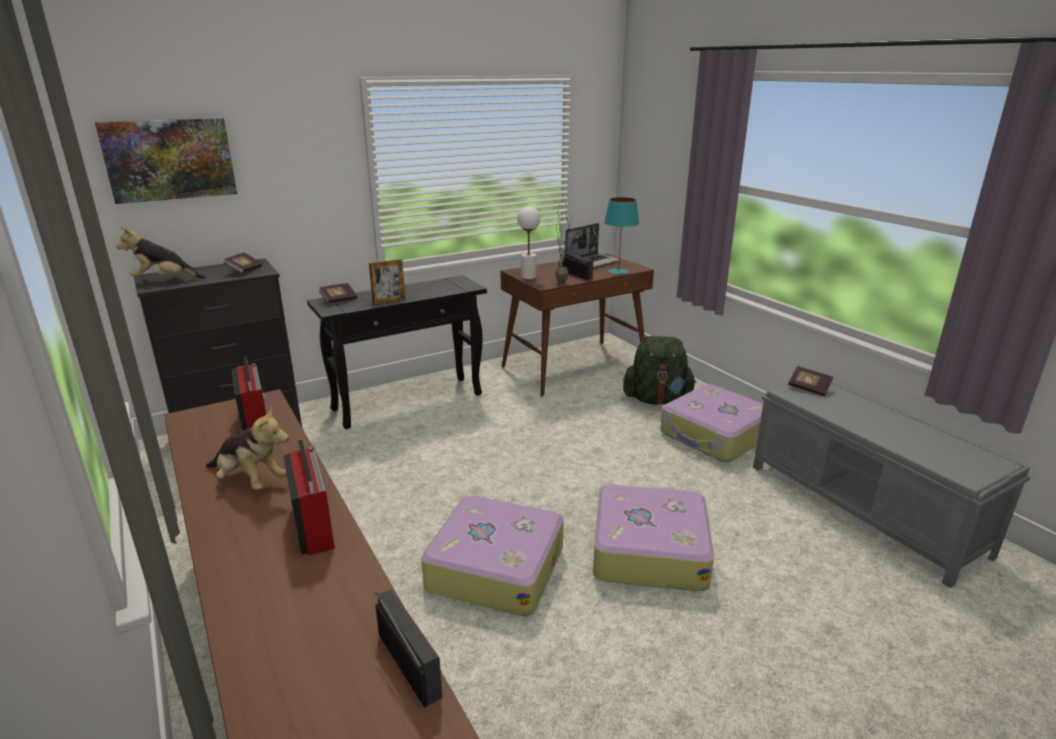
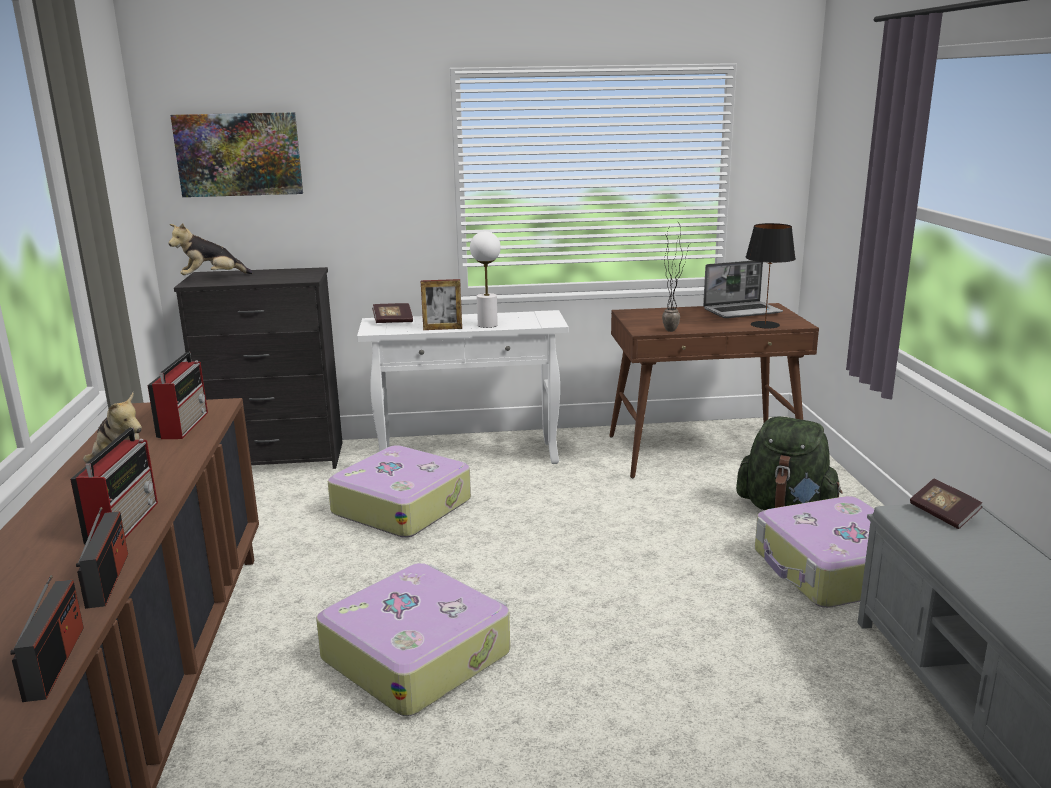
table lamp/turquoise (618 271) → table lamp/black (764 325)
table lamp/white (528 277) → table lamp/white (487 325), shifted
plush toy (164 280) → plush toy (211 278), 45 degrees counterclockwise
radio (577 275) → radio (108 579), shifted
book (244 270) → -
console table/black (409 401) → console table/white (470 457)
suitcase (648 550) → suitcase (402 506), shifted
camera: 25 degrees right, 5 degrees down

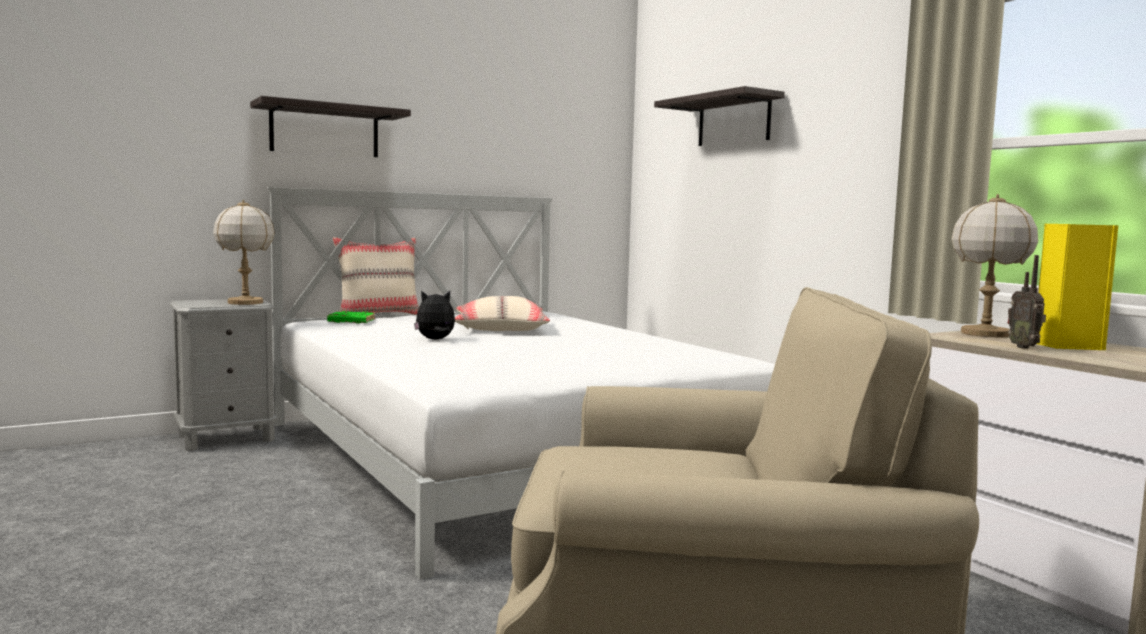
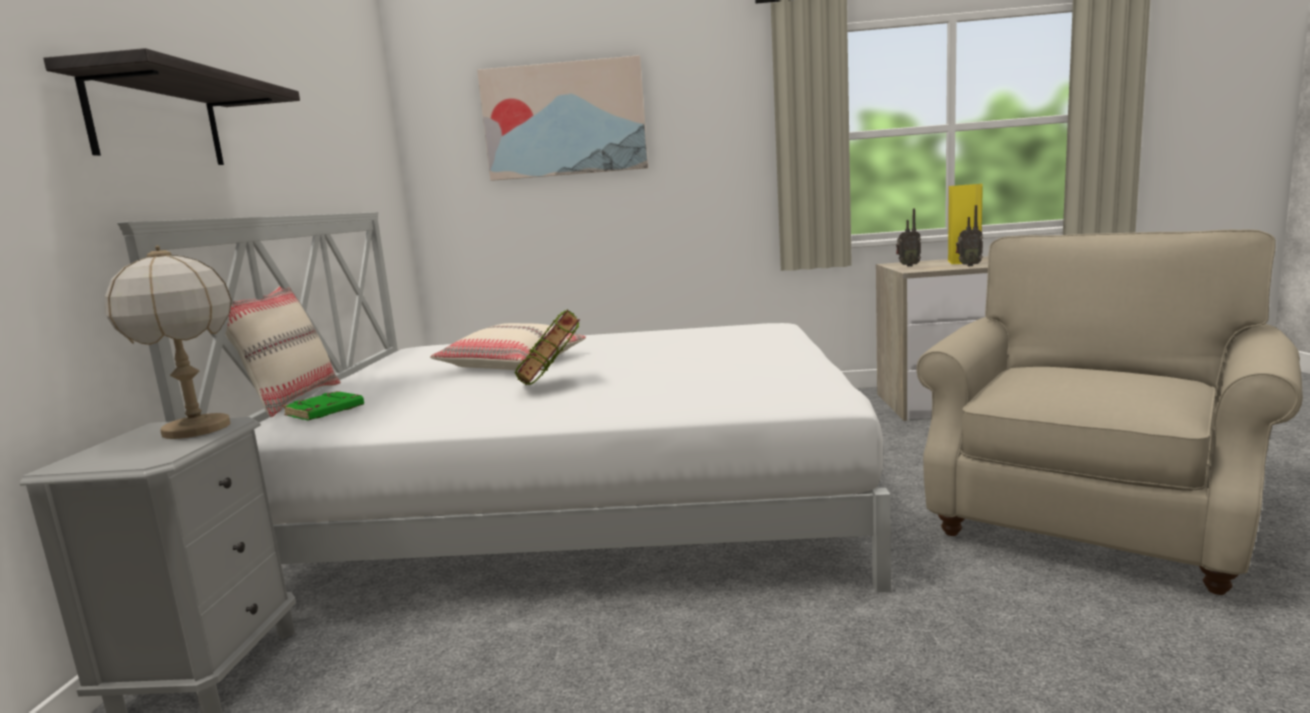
shelf (734 121) → picture (564 120)
table lamp (986 334) → radio (907 266)
plush toy (435 340) → book (551 385)
camera: 55 degrees left, 5 degrees up

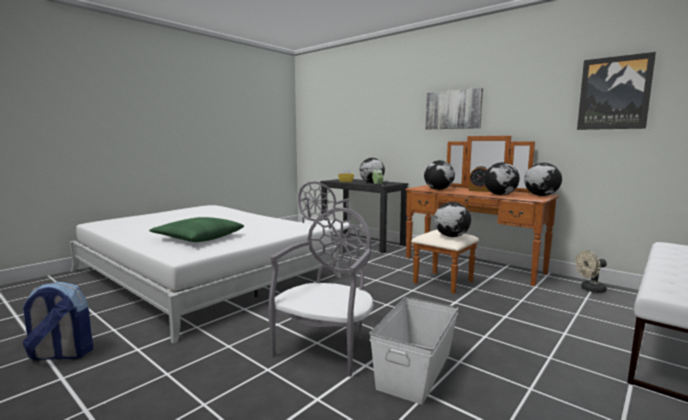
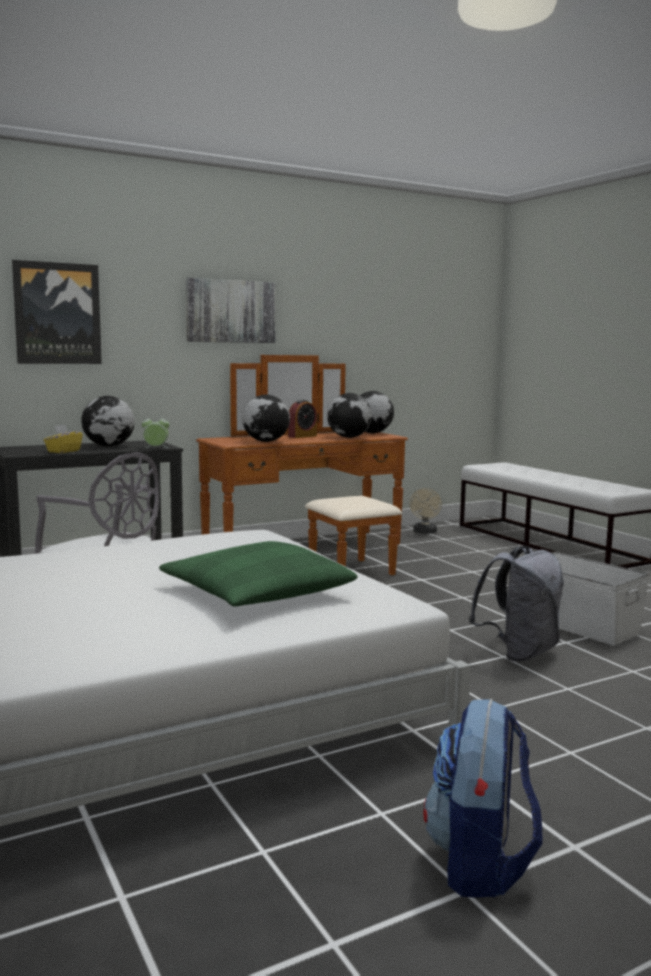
picture (614 93) → picture (57 313), shifted
globe (451 236) → -
chair/grey (326 347) → backpack/grey (519 653)
camera: 70 degrees left, 0 degrees up

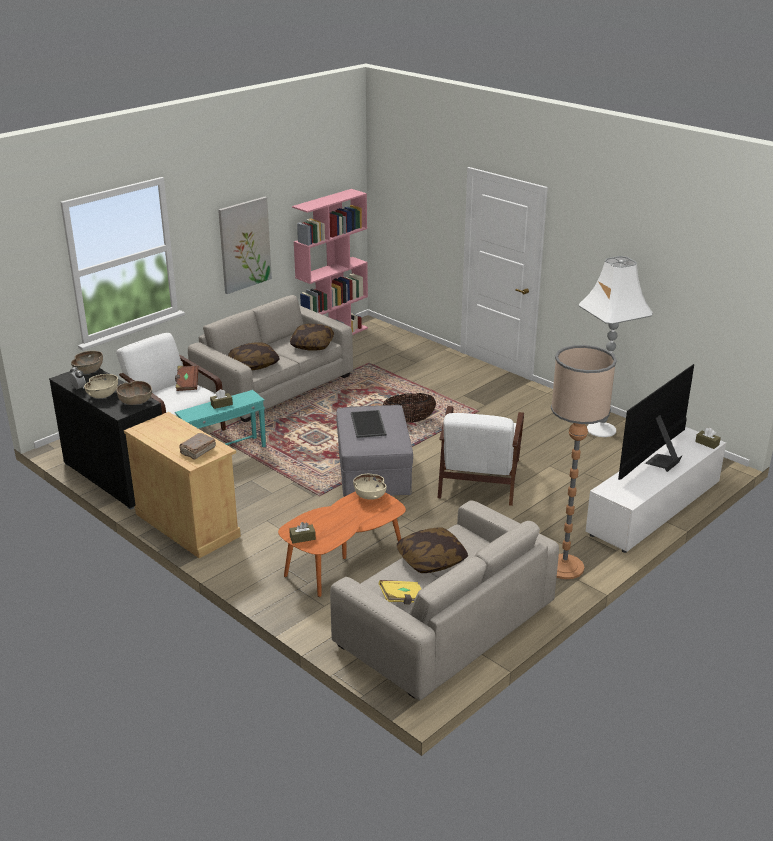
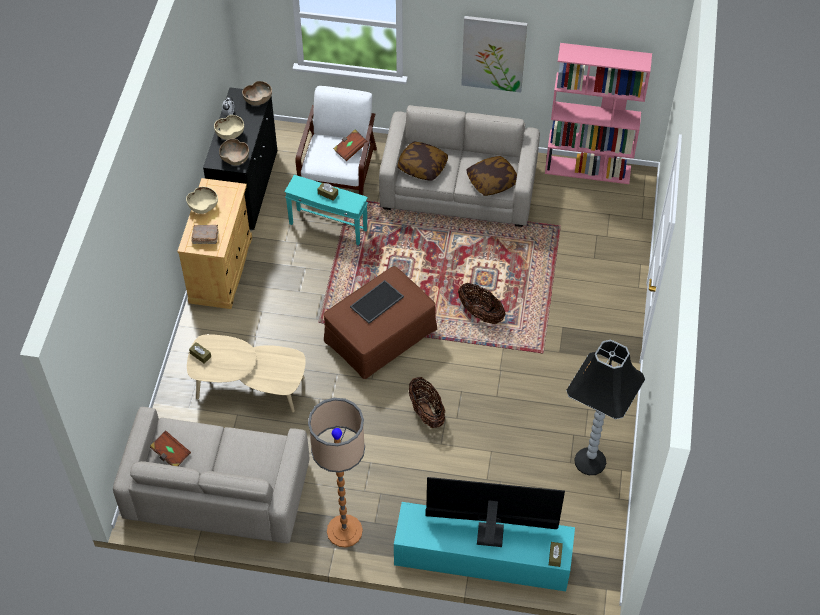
floor lamp/white (601 430) → floor lamp/black (589 461)
ottoman/grey (373 472) → ottoman/brown (379 336)
armchair/white (478 479) → basket (426 412)
tv stand/white (654 509) → tv stand/turquoise (481 559)
bowl/beige (369 496) → bowl/beige (203 206), shifted
coffee table/orange (344 559) → coffee table/beige (249 387)
pillow (431 560) → -
book/yellow (403 599) → book/brown (170 454)
camera: 55 degrees right, 25 degrees up

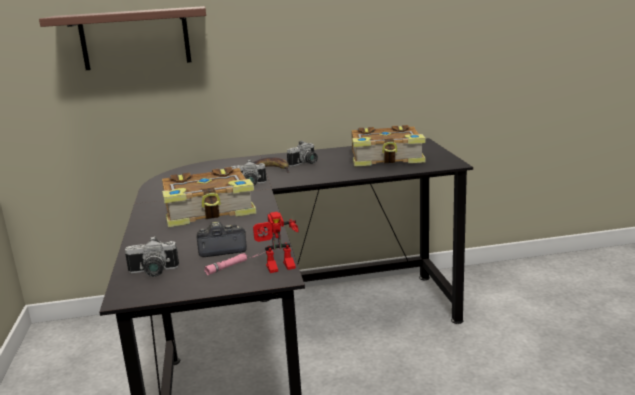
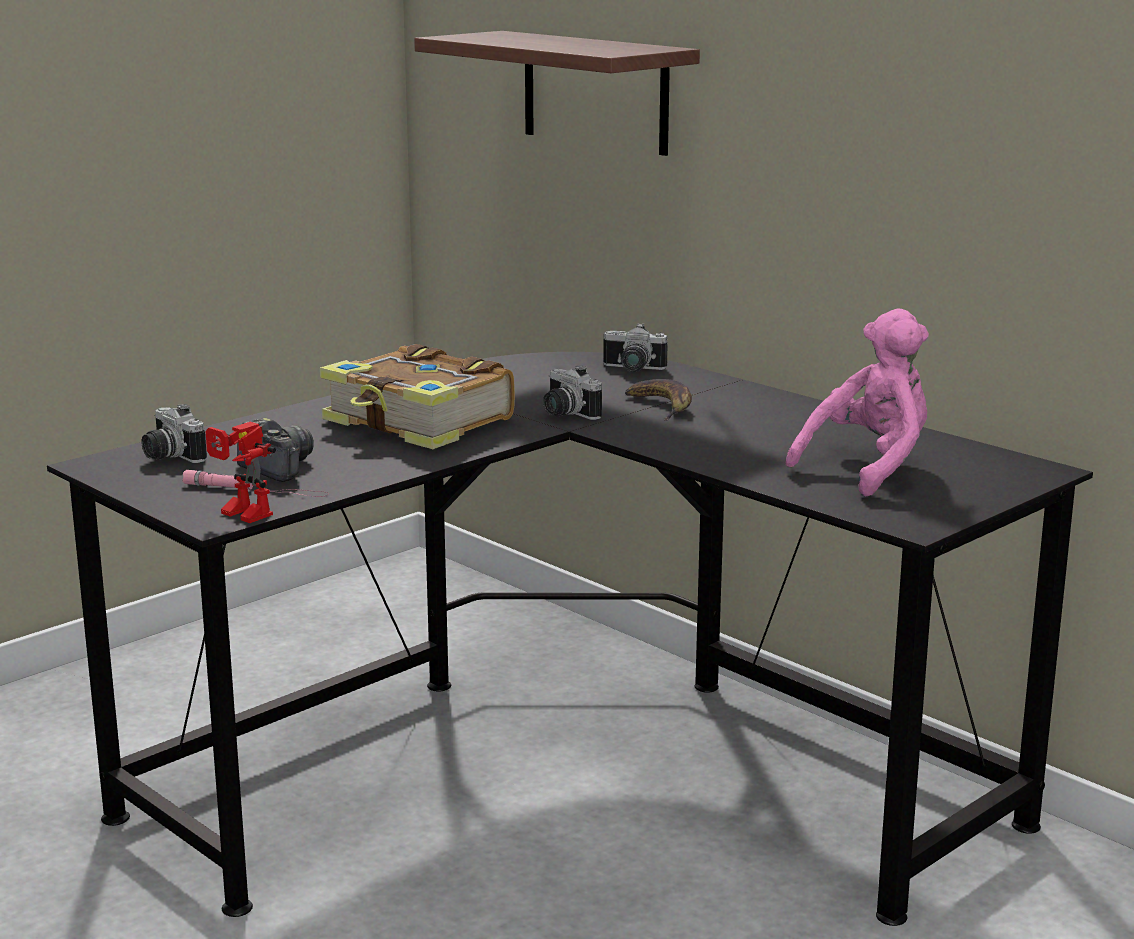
book (387 158) → plush toy/pink (869 467)
photo camera (305 163) → photo camera (632 369), shifted
camera: 55 degrees right, 0 degrees up

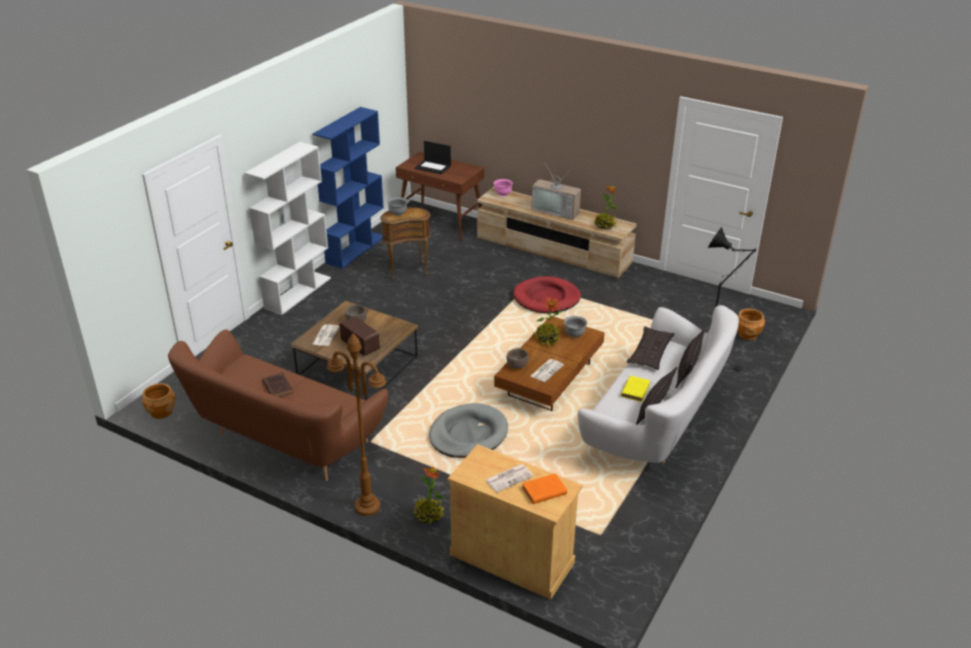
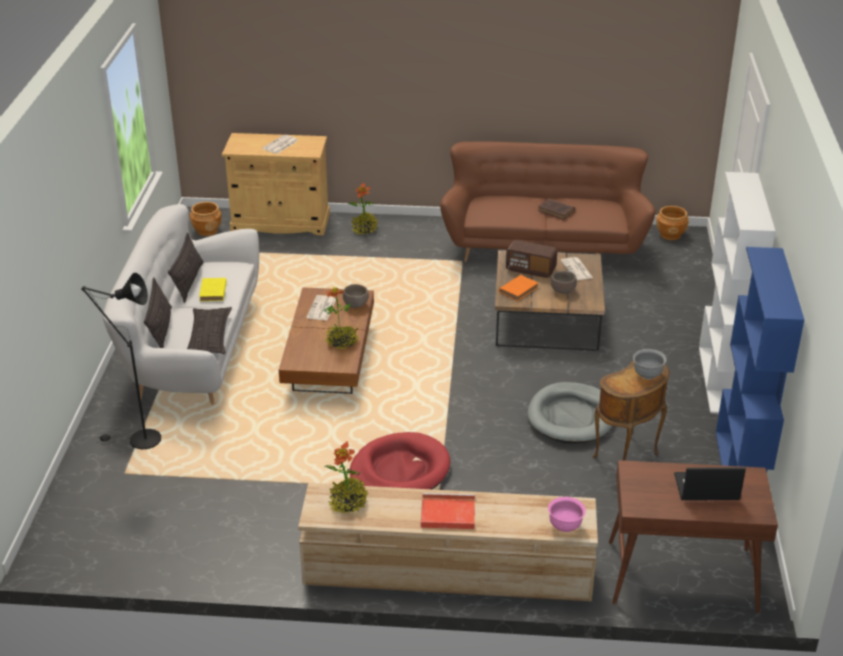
television (557 210) → tray/red (446 513)
planter/brown (748 334) → planter/brown (207 230), shifted
bowl/grey (574 334) → -
floor lamp/brown (367 506) → -
dog bed/grey (468 434) → dog bed/grey (571 417), shifted
book/orange (543 491) → book/orange (519 289), shifted
camera: 155 degrees right, 0 degrees up

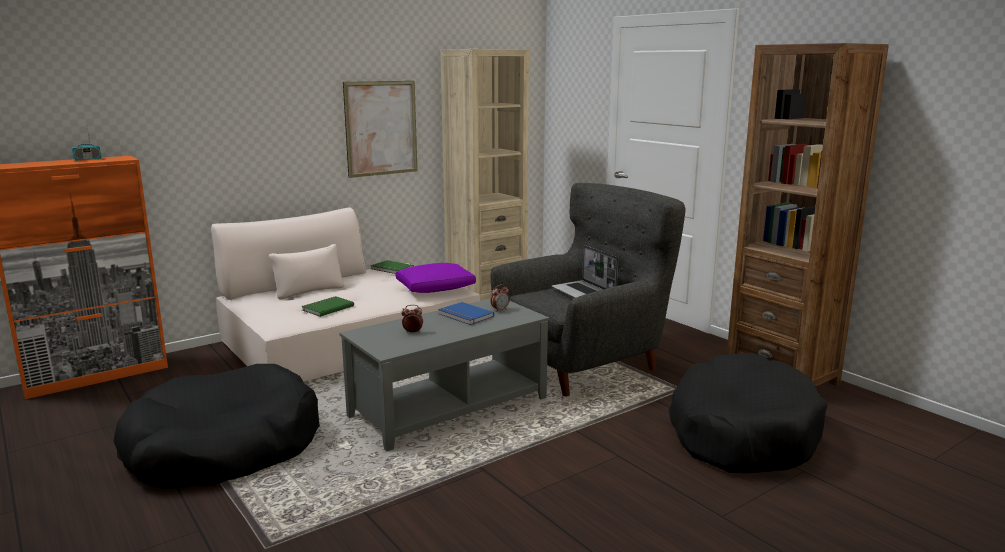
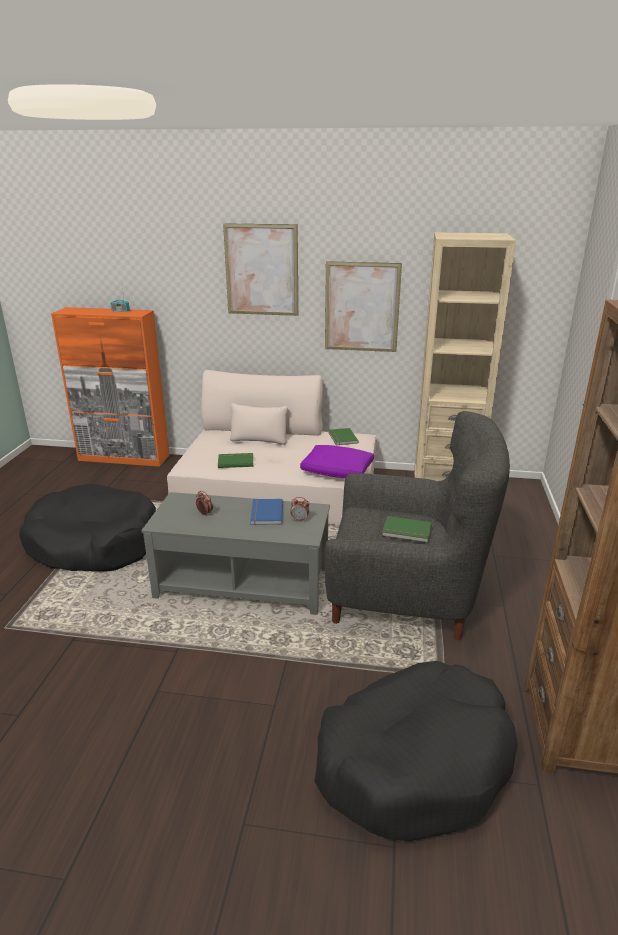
laptop (584 293) → book/green (406 532)
- → picture (261 270)
camera: 45 degrees right, 10 degrees up

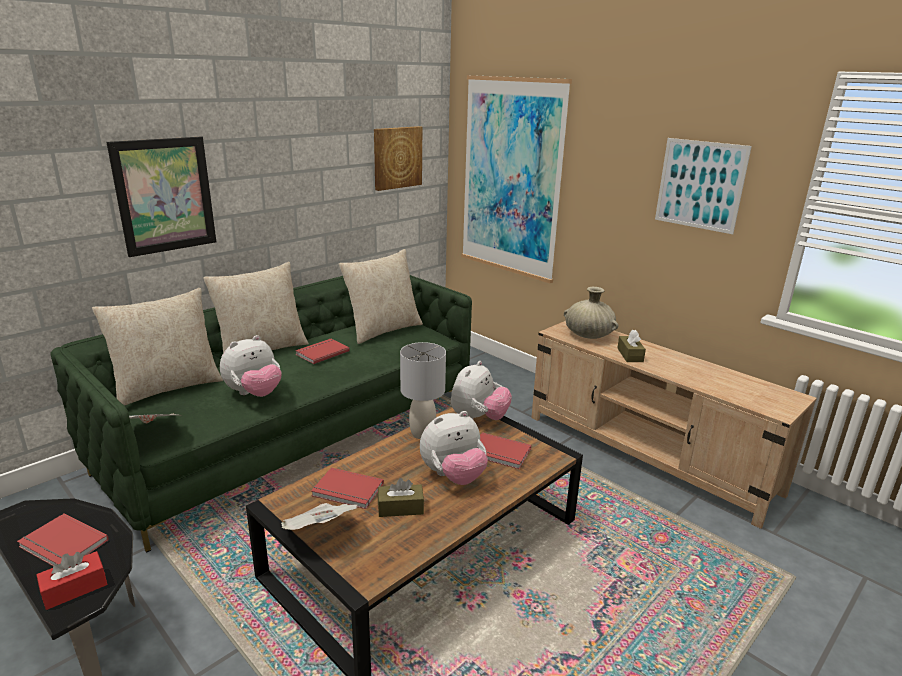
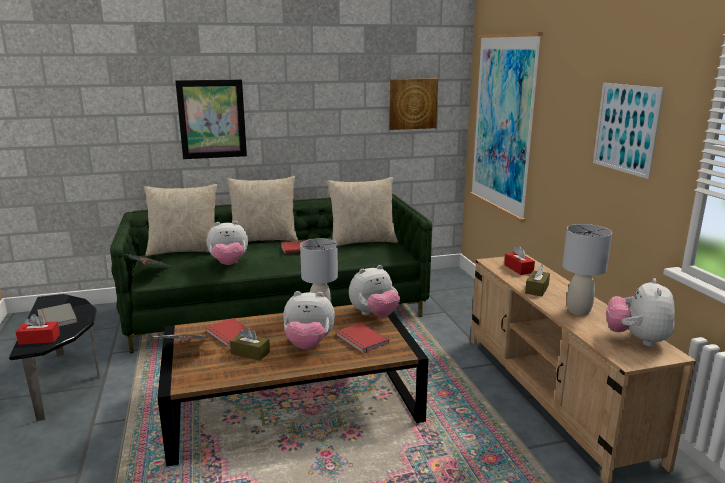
vase/beige (588 335) → tissue box/red (518 269)
book/red (62 545) → book/grey (55 318)
- → table lamp/grey (579 311)
- → plush toy (637 340)
camera: 30 degrees right, 5 degrees down

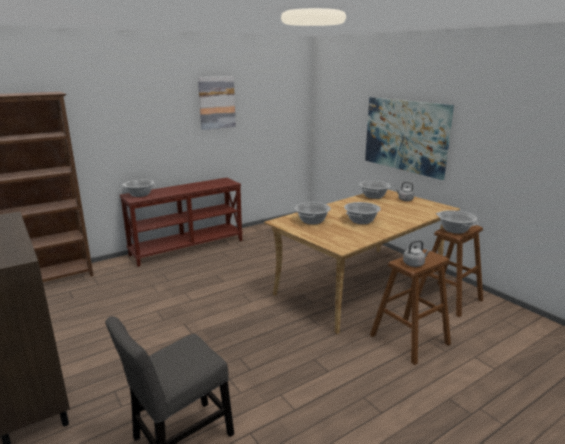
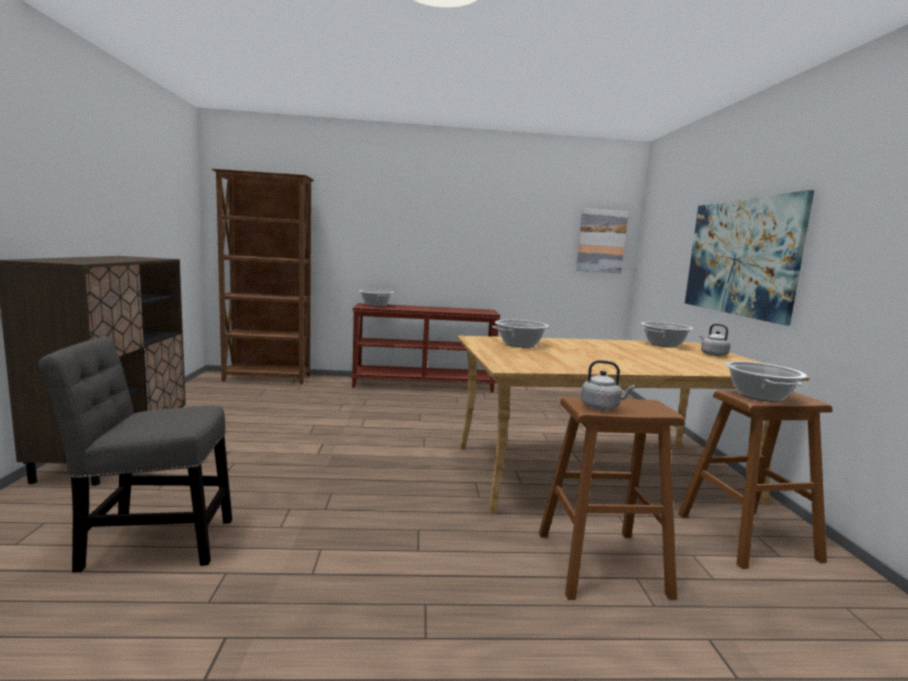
picture (216 102) → picture (601 241), shifted
cooking pot (361 221) → -
camera: 30 degrees right, 10 degrees down

